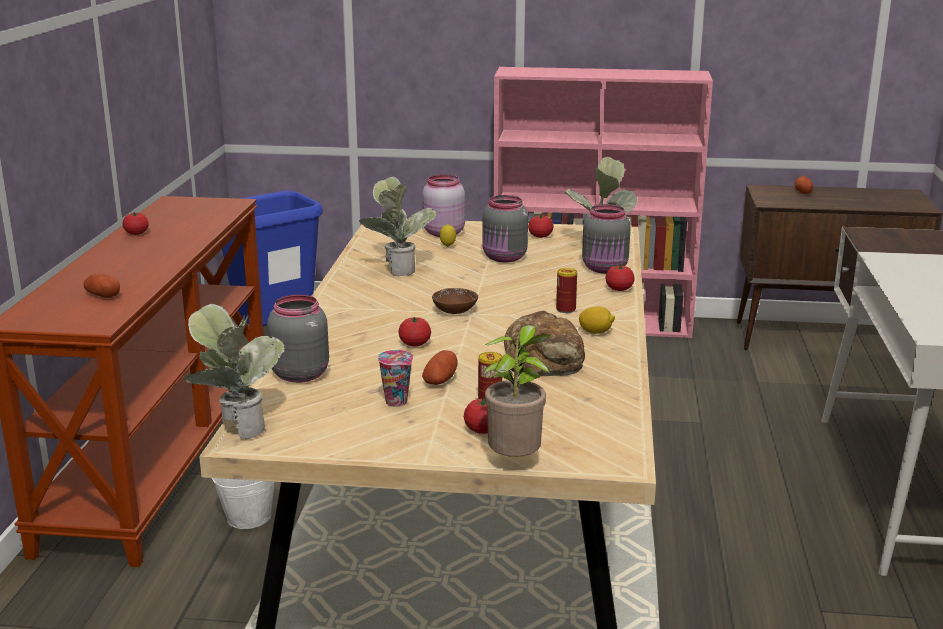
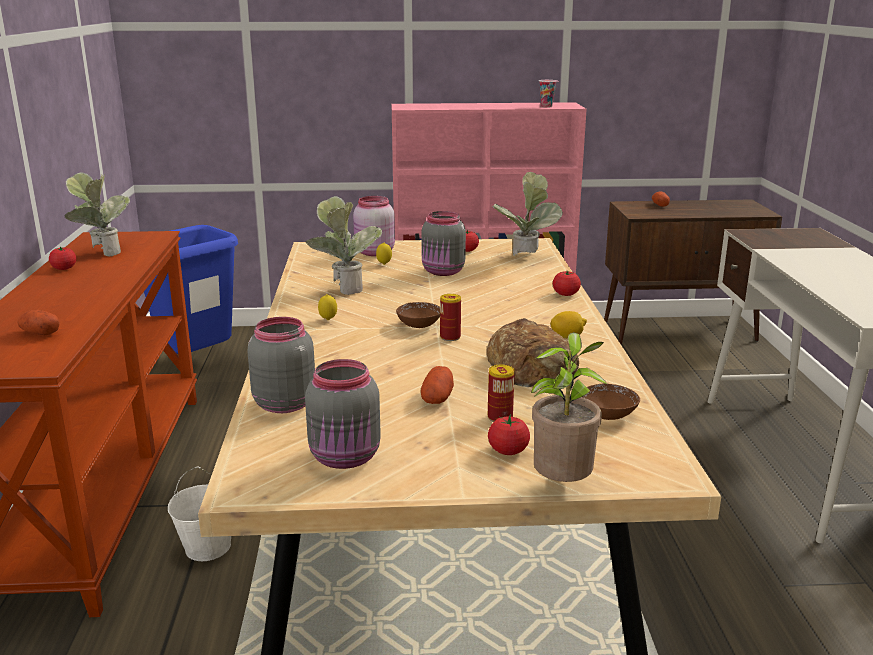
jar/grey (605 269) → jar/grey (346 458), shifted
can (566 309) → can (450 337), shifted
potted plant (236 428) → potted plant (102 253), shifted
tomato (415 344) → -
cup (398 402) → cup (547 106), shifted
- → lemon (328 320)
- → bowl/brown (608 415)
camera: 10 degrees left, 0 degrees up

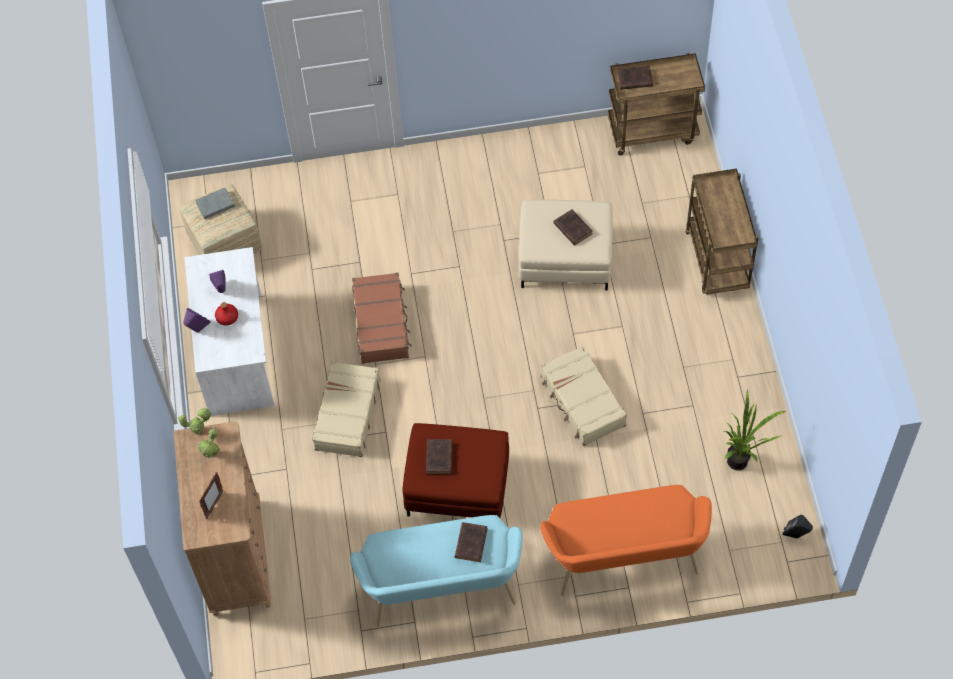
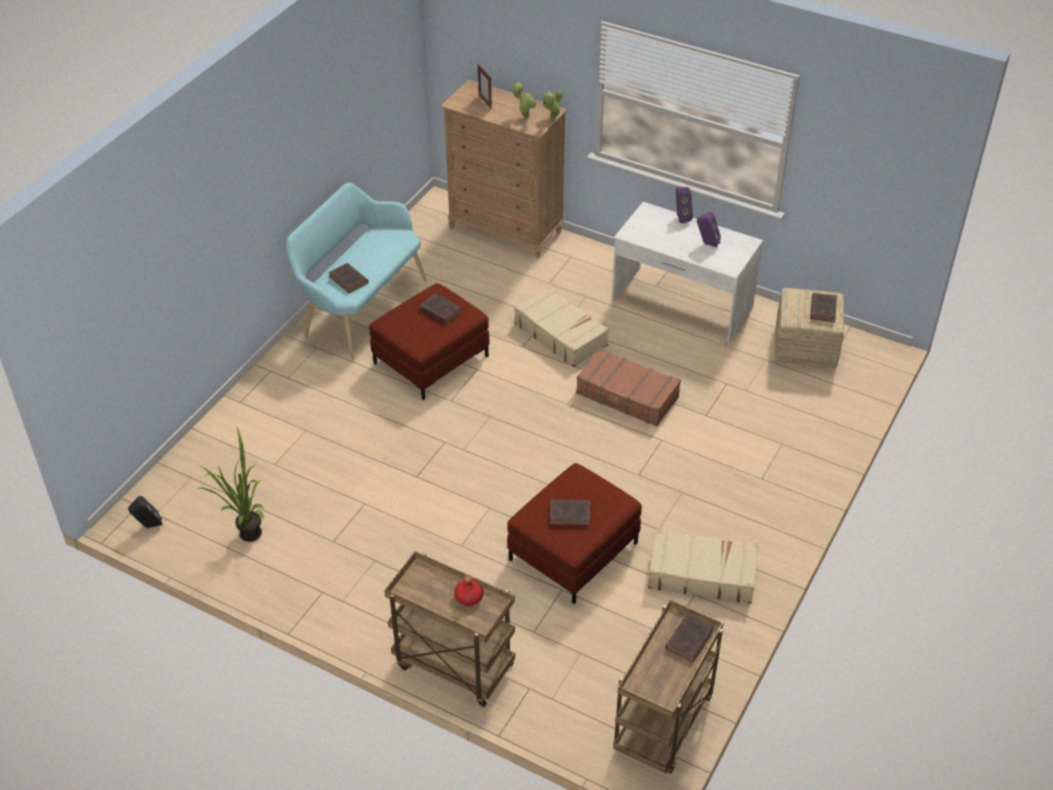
book/grey (214 205) → book/brown (823 308)
ottoman/beige (564 259) → ottoman/red (573 550)
bottle/red (227 317) → bottle/red (468 597), shifted
suitcase/beige (582 401) → suitcase/beige (701 573), shifted
bench/orange (624 561) → -
camera: 125 degrees right, 15 degrees down

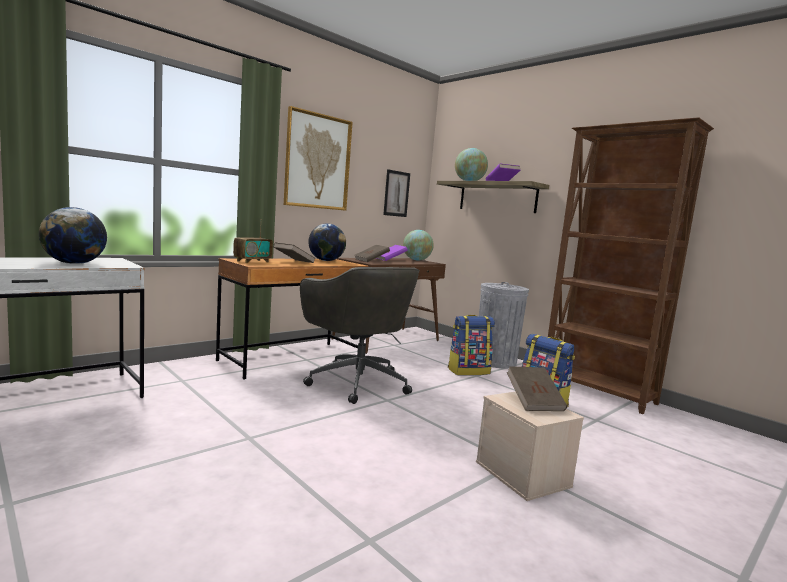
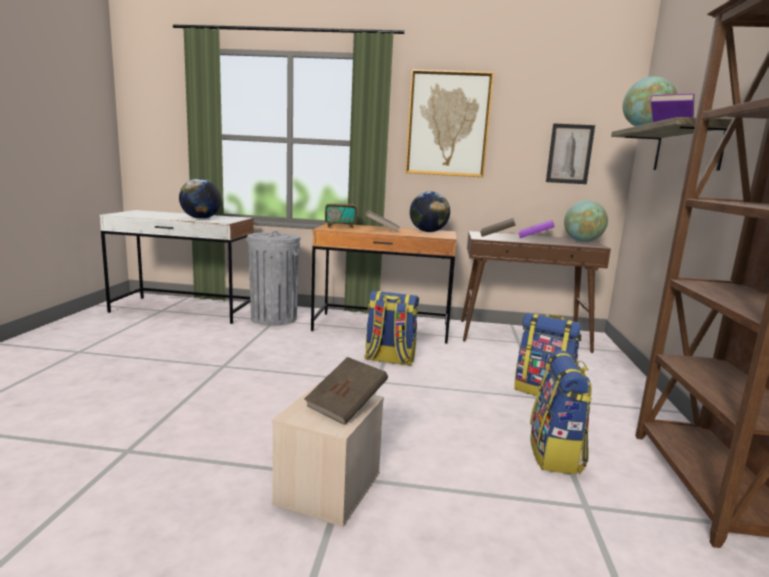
office chair/grey (356 382) → backpack (389 359)
trash can/grey (495 361) → trash can/grey (274 318), shifted
camera: 50 degrees right, 5 degrees up

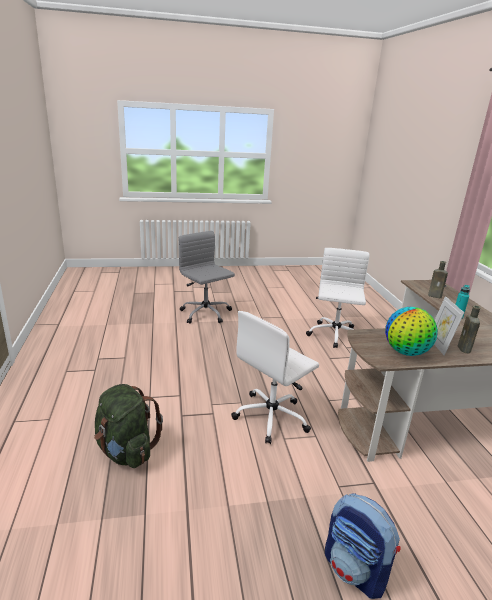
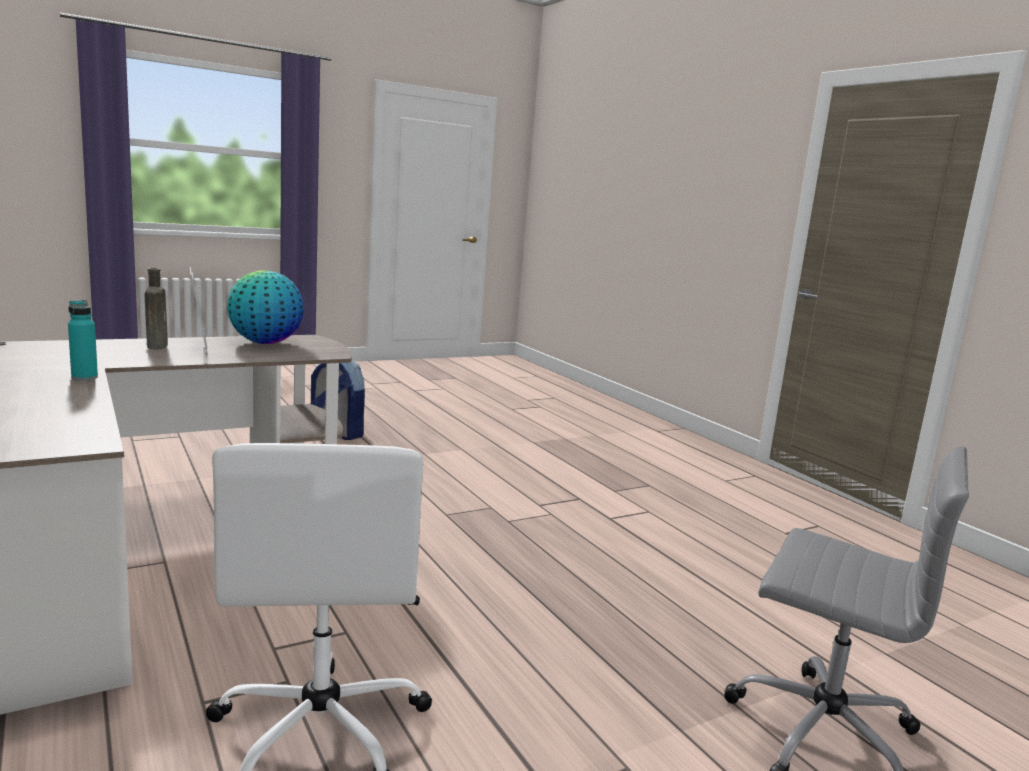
bottle/brown (435 296) → -
office chair/white (272 417) → -
backpack/green (126 451) → -
camera: 160 degrees right, 10 degrees down

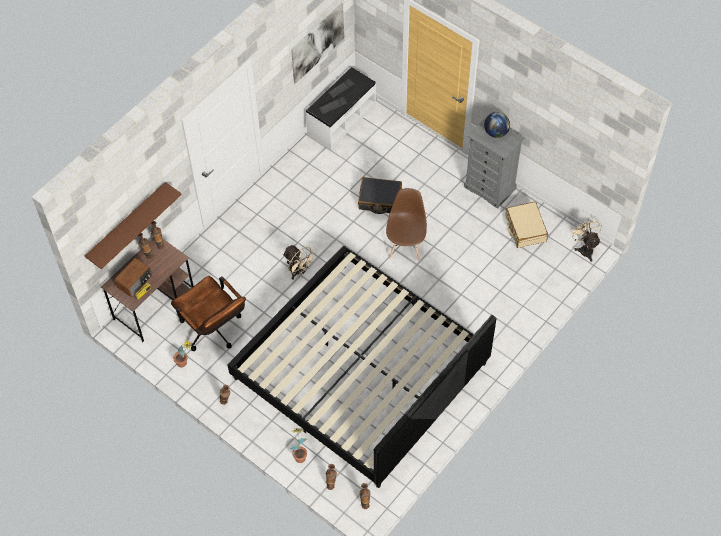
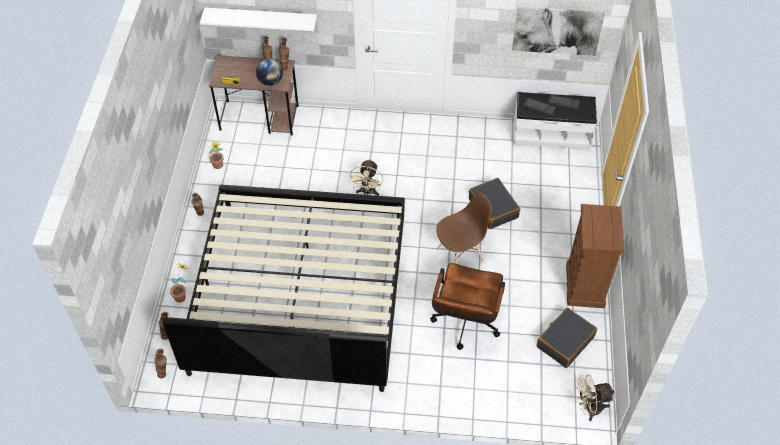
globe (496 132) → globe (270 81), shifted
dresser/grey (490 187) → dresser/brown (585 286)
shelf/brown (127 224) → shelf/white (261 19)
suitcase/beige (525 229) → suitcase/black (565 341)
fan/beige (585 248) → fan/beige (589 408), 135 degrees counterclockwise
radio (135 282) → -
office chair/brown (214 331) → office chair/brown (464 325), shifted
camera: 55 degrees right, 5 degrees down

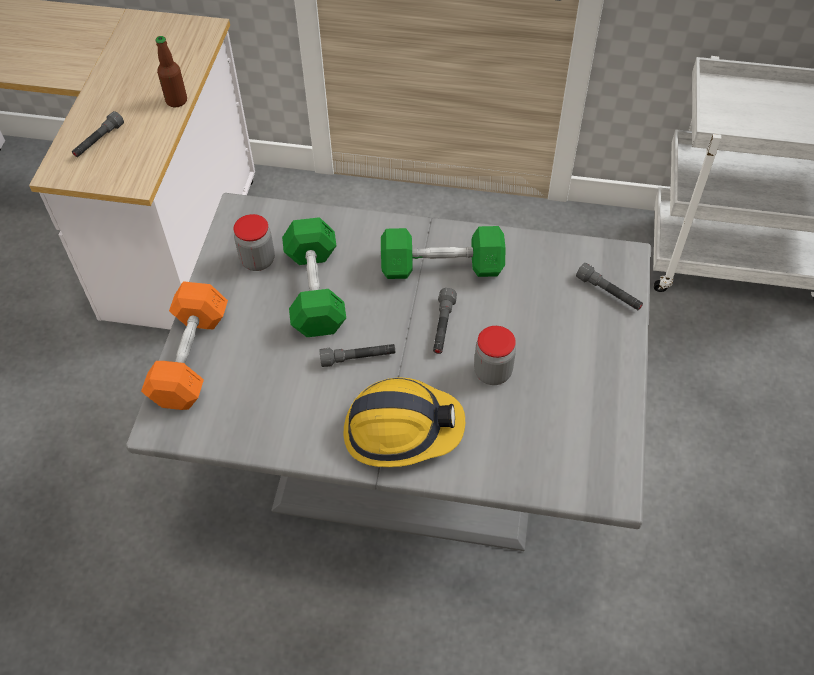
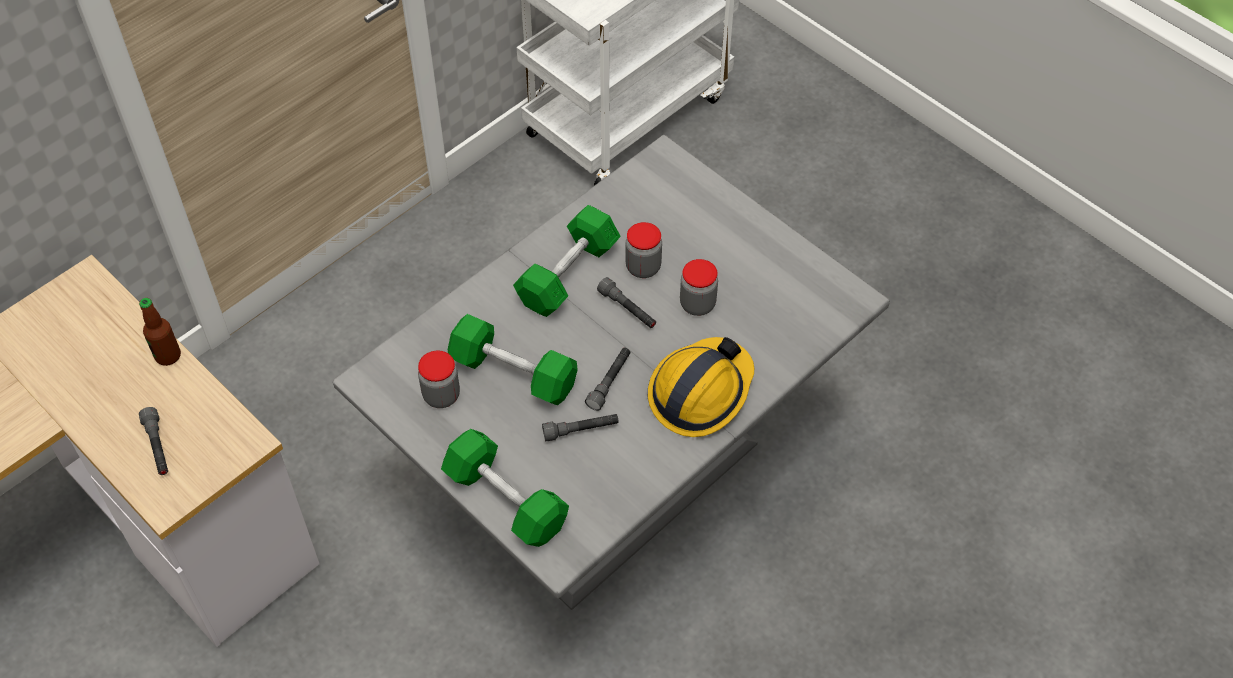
flashlight/grey (608 293) → flashlight/grey (581 430), shifted
dumbbell/orange (190 358) → dumbbell/green (506 499)
- → jar (643 267)
camera: 55 degrees left, 0 degrees up

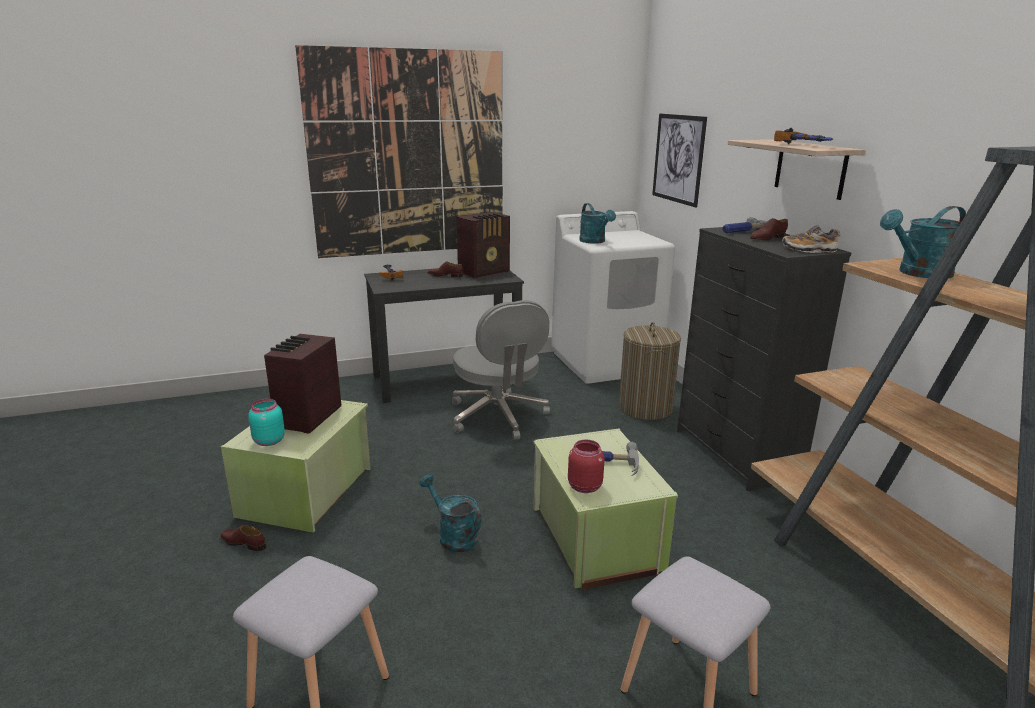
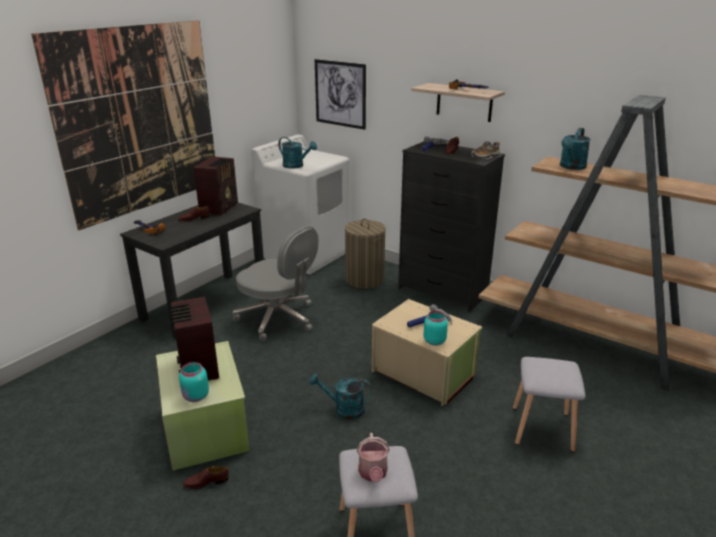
storage box/green (594 539) → storage box/beige (423 374)
jar/red (584 486) → jar/turquoise (434 341)
- → watering can (373 474)
camera: 35 degrees left, 5 degrees up

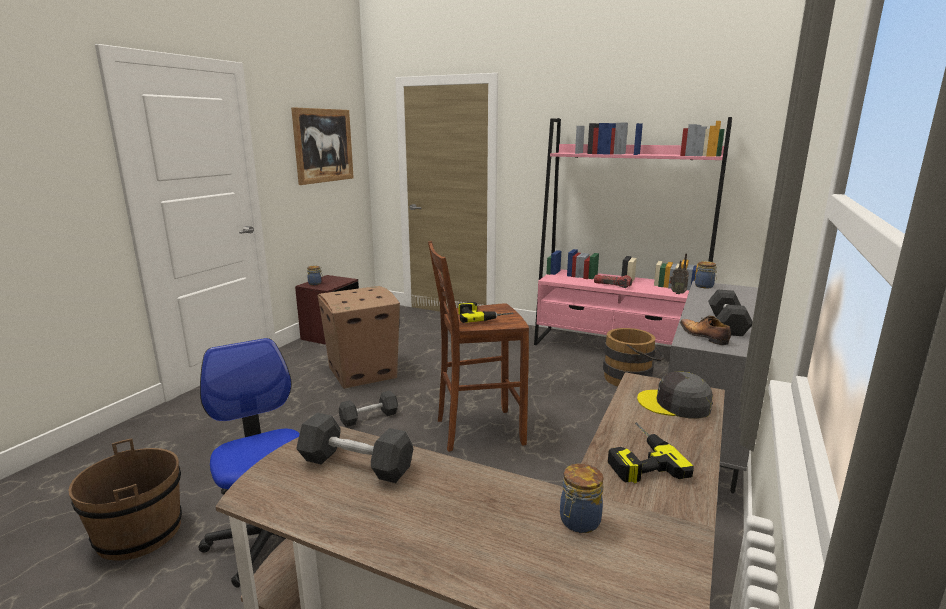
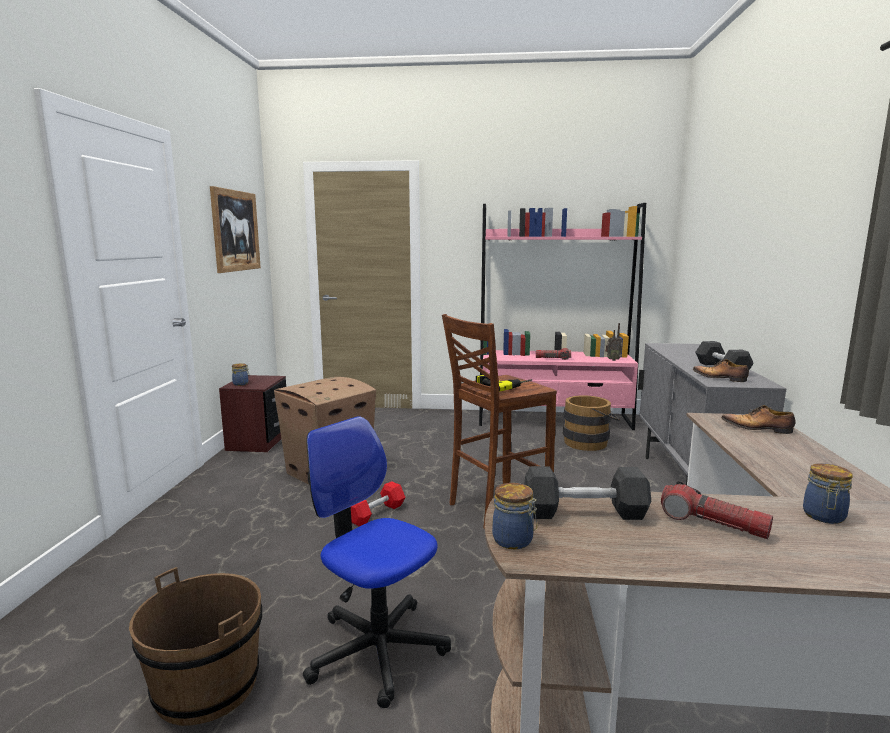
jar (704 286) → jar (514 541), shifted
cap/grey (674 404) → shoe (758 429)
dumbbell/black (369 417) → dumbbell/red (376 513)
power drill (637 457) → -
- → flashlight (712 524)
camera: 20 degrees left, 5 degrees down

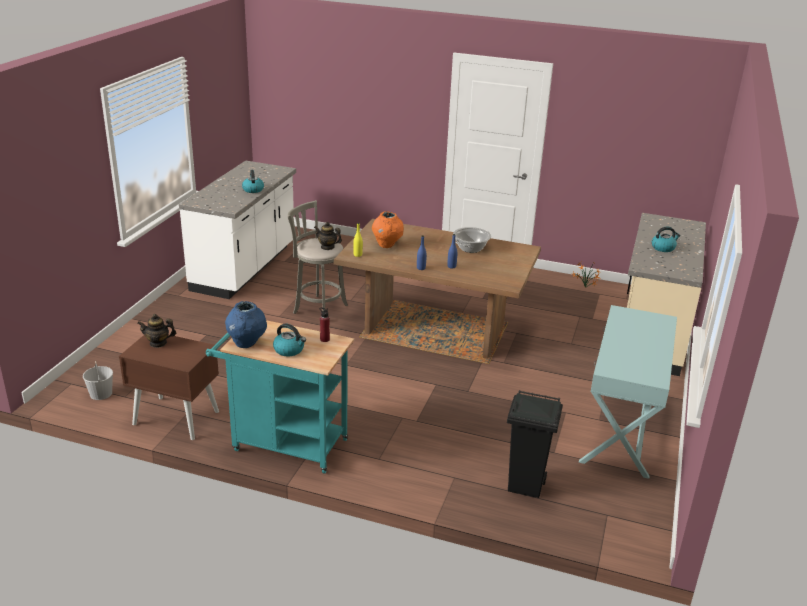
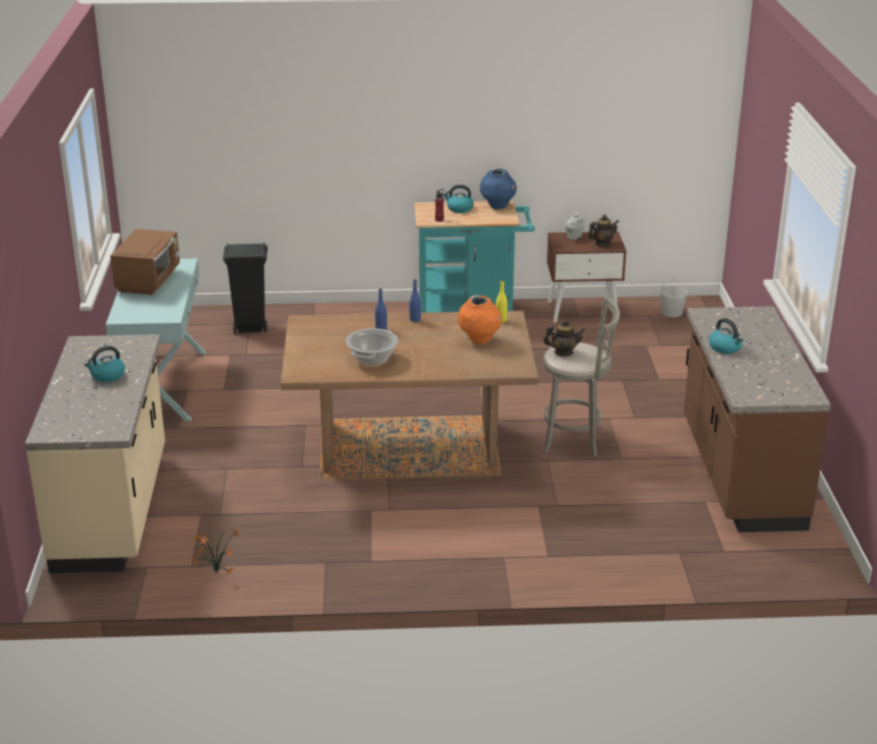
counter/white (245 268) → counter/brown (739 474)
- → teapot/grey (573 237)
- → microwave/brown (149 280)
camera: 160 degrees right, 0 degrees up

